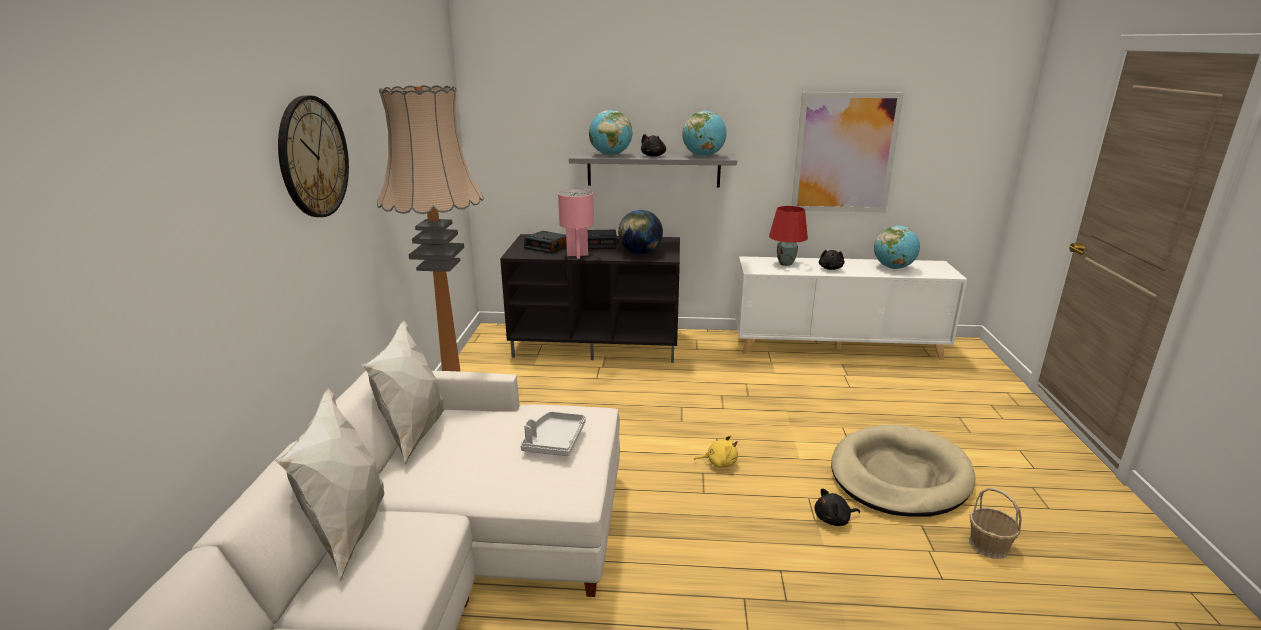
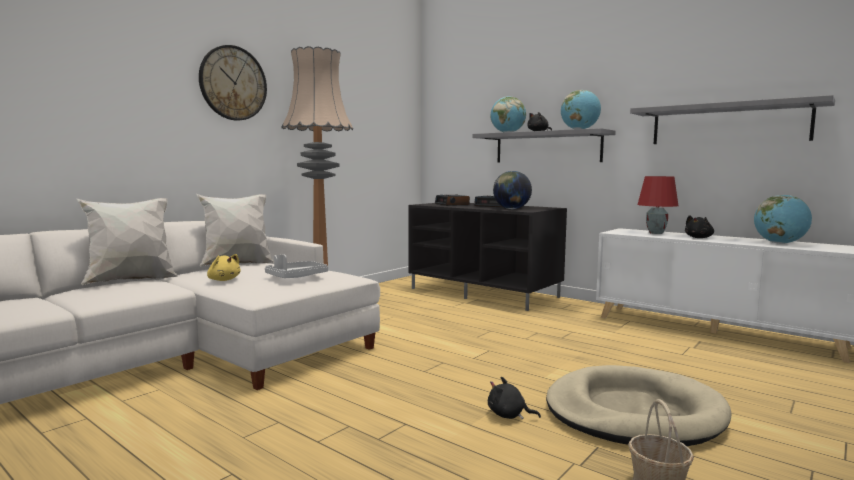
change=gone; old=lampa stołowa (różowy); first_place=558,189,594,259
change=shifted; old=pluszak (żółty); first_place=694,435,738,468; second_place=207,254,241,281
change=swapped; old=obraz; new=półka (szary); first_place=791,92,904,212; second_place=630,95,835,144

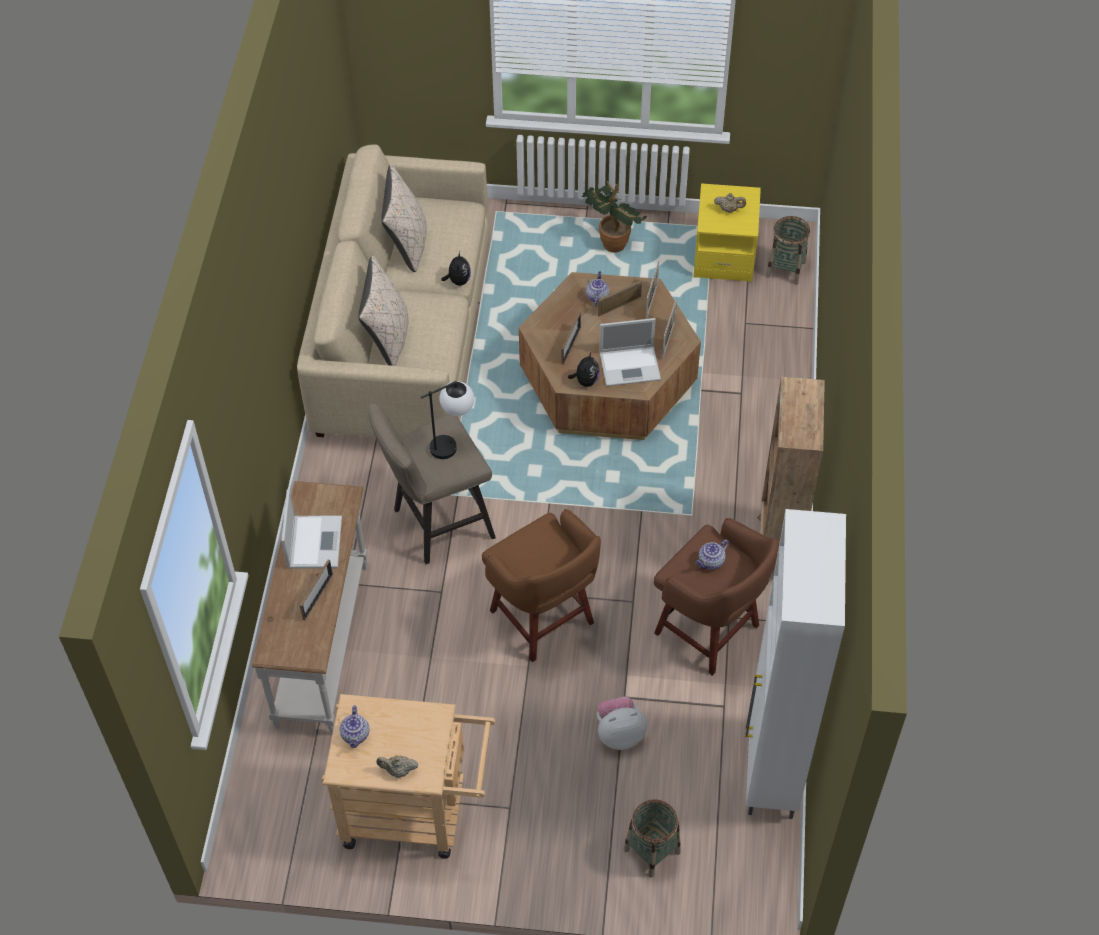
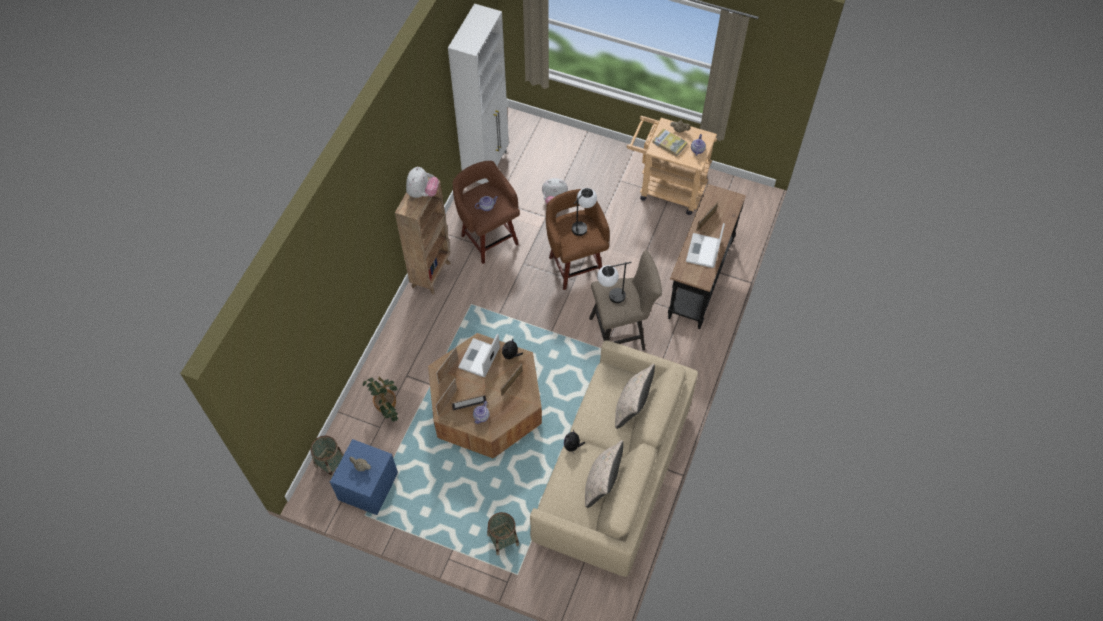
change=new; new=pluszak; second_place=406,167,439,198
change=new; new=lampa stołowa; second_place=572,188,597,236
change=new; new=książka; second_place=653,129,688,157
change=shifted; old=roślina doniczkowa; first_place=582,181,647,253; second_place=363,376,398,422
change=shifted; old=koszyk; first_place=624,799,681,878; second_place=487,512,519,555
change=repainted; old=stolik konsolowy (biały); new=stolik konsolowy (czarny); first_place=252,481,368,735; second_place=668,184,746,329
change=repainted; old=szafka nocna (żółty); new=szafka nocna (niebieski); first_place=693,183,761,282; second_place=330,439,398,515
change=rotated; old=laptop; first_place=599,318,661,386; second_place=458,334,500,377; degrees=-75

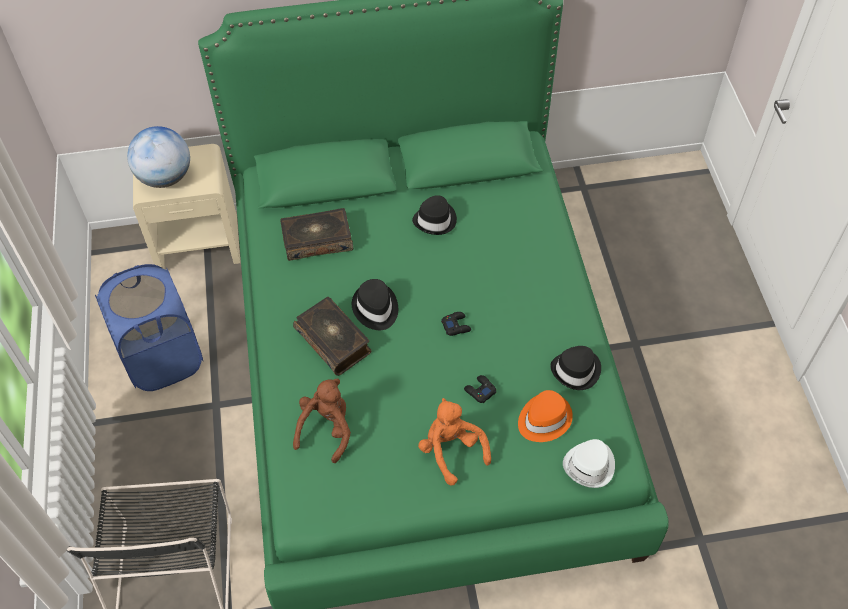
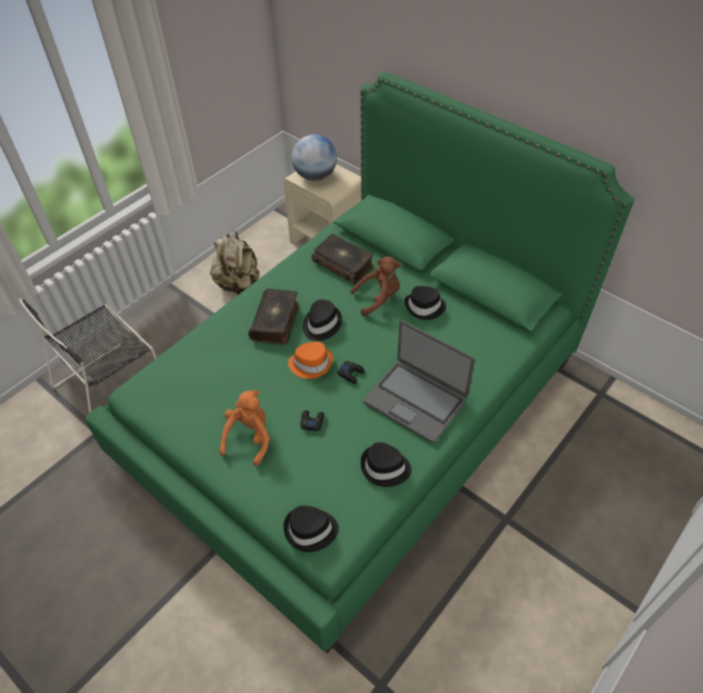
change=new; new=laptop; second_place=363,320,475,443
change=shifted; old=pluszak (brązowy); first_place=293,378,351,463; second_place=350,257,401,316
change=shifted; old=kapelusz (pomarańczowy); first_place=518,390,573,442; second_place=288,342,333,379
change=swapped; old=kosz na pranie (niebieski); new=plecak (beżowy); first_place=95,264,203,391; second_place=210,231,260,296
change=repainted; old=kapelusz (biały); new=kapelusz (czarny); first_place=563,439,615,488; second_place=284,505,339,552

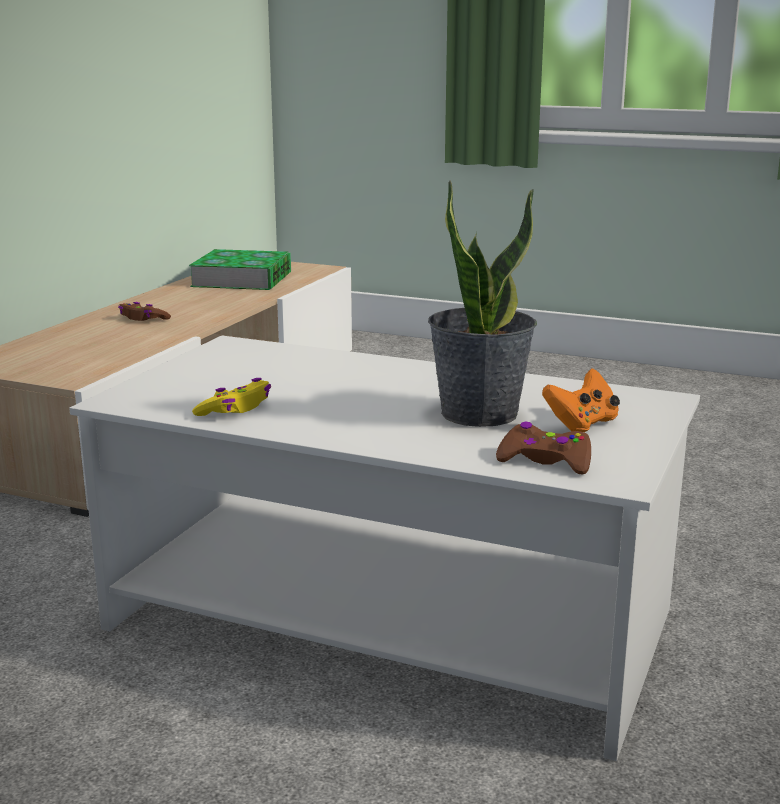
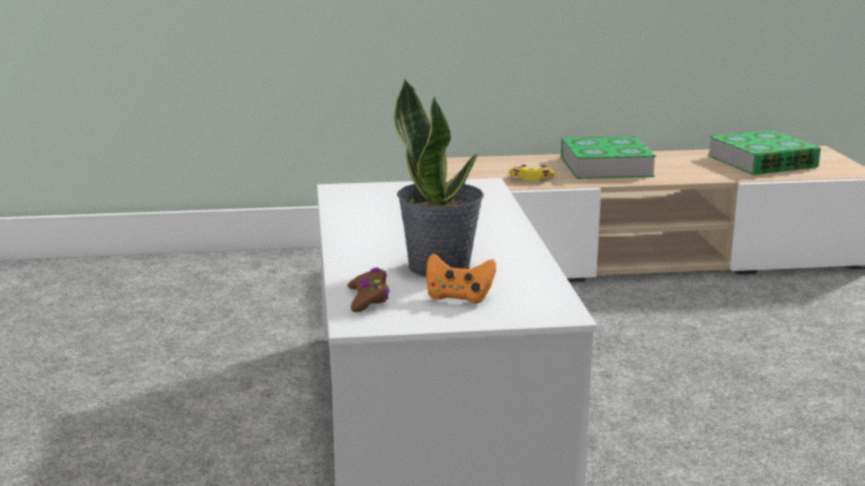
change=shifted; old=pad do gier (żółty); first_place=192,378,271,416; second_place=509,165,555,181
change=swapped; old=pad do gier (brązowy); new=książka; first_place=118,302,171,321; second_place=561,137,656,179

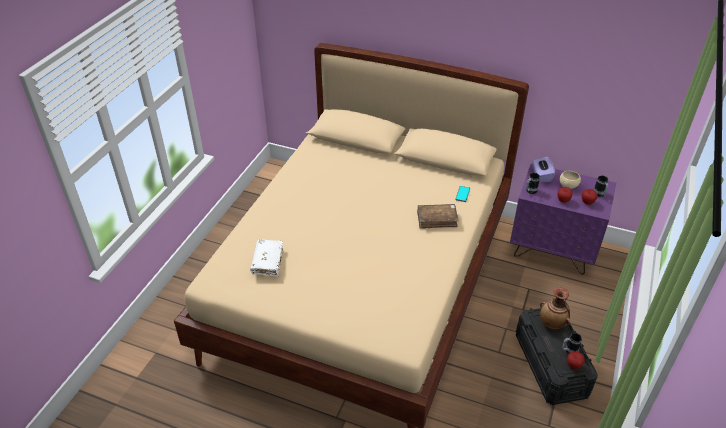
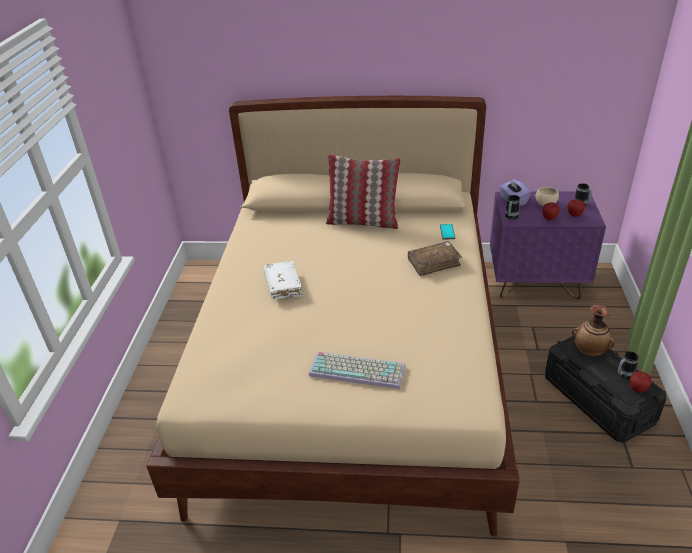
change=new; new=klawiatura; second_place=309,351,405,389
change=new; new=poduszka; second_place=326,154,401,229
change=shifted; old=książka (biały); first_place=250,239,283,277; second_place=263,261,303,299

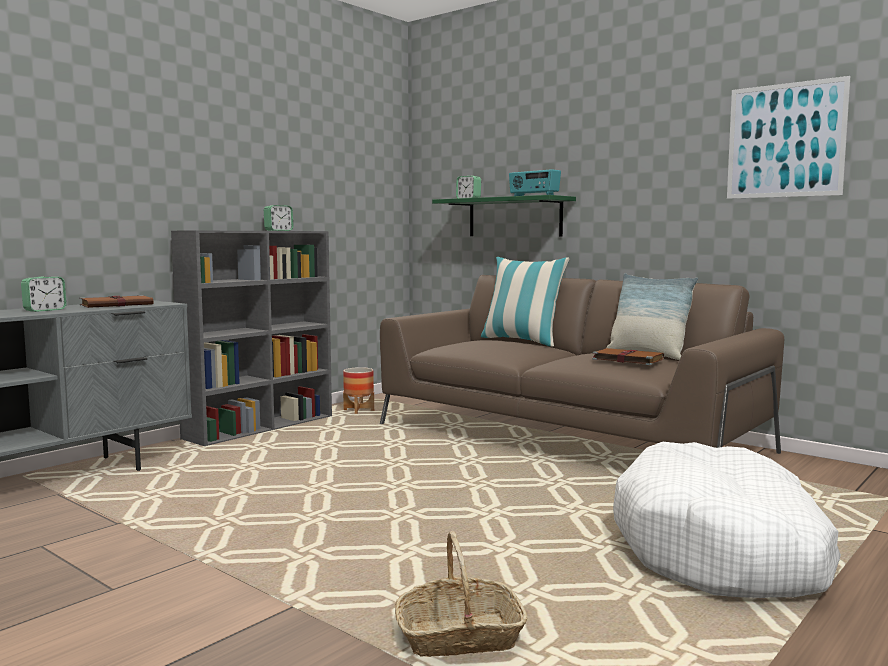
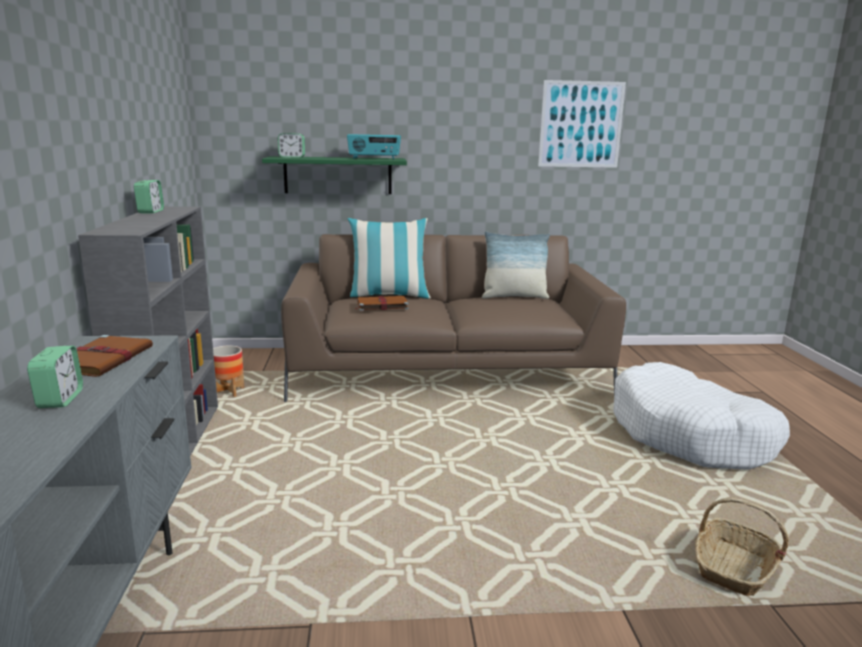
change=shifted; old=książka (brązowy); first_place=591,348,664,365; second_place=355,296,409,311

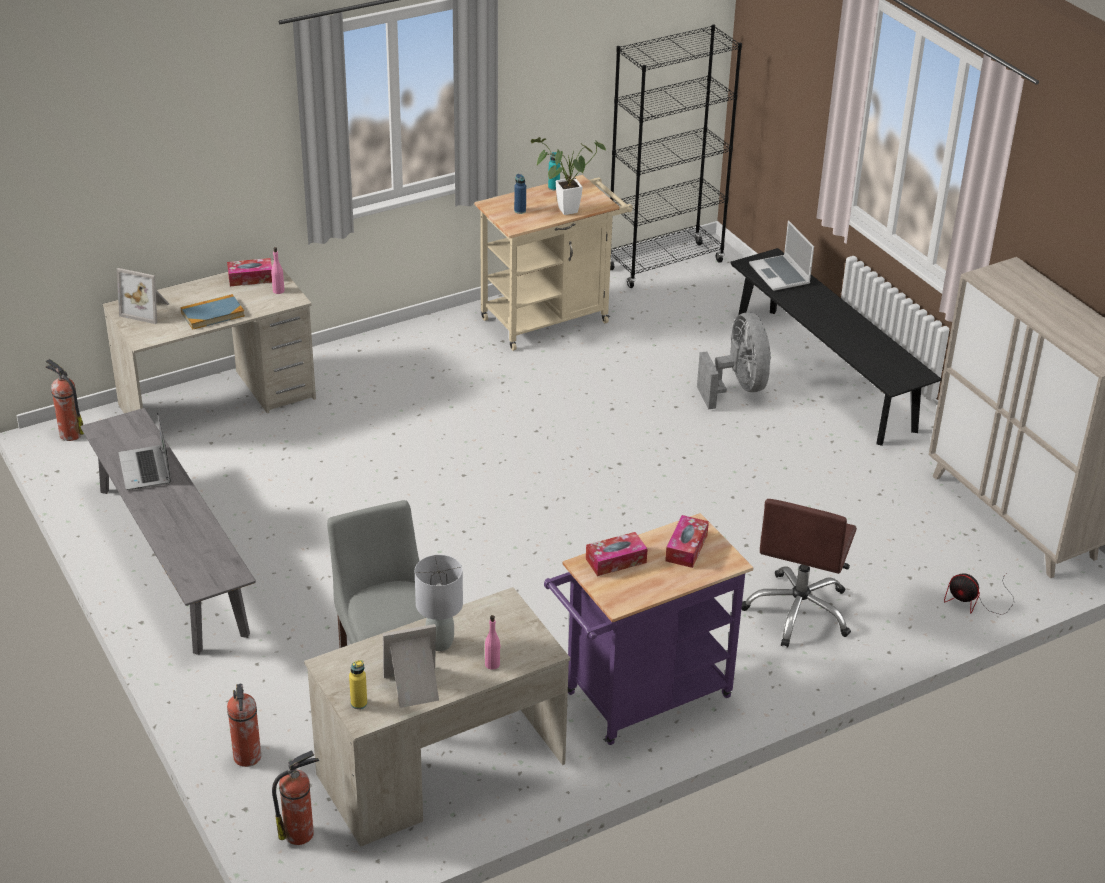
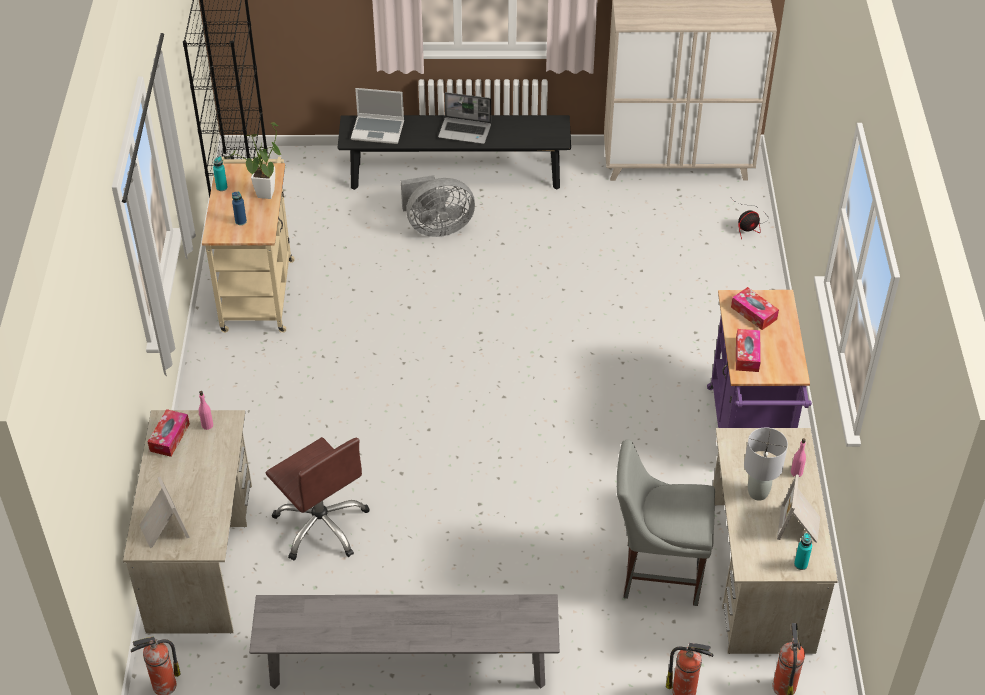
change=gone; old=książka; first_place=181,294,245,330
change=shifted; old=laptop; first_place=119,412,171,490; second_place=438,92,491,144
change=shifted; old=krzesło biurowe (brązowy); first_place=742,499,857,648; second_place=266,437,370,561
change=repainted; old=butelka (żółty); new=butelka (turkusowy); first_place=349,660,367,709; second_place=794,533,812,570
change=rotated; old=ramka na zdjęcie; first_place=117,268,169,324; second_place=140,477,190,548; degrees=-75
change=rotated; old=wentylator (szary); first_place=697,312,771,409; second_place=401,175,475,237; degrees=150

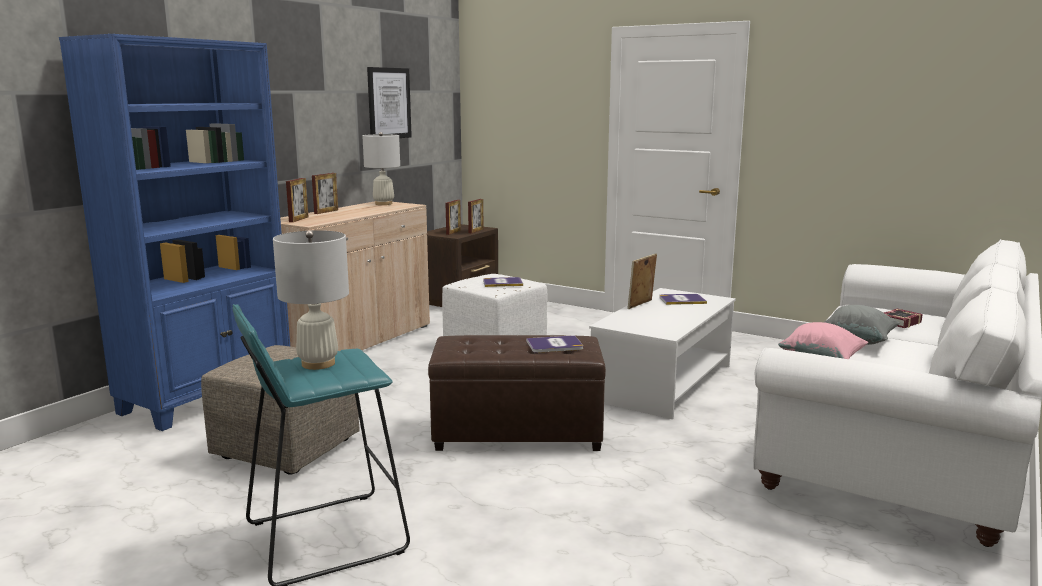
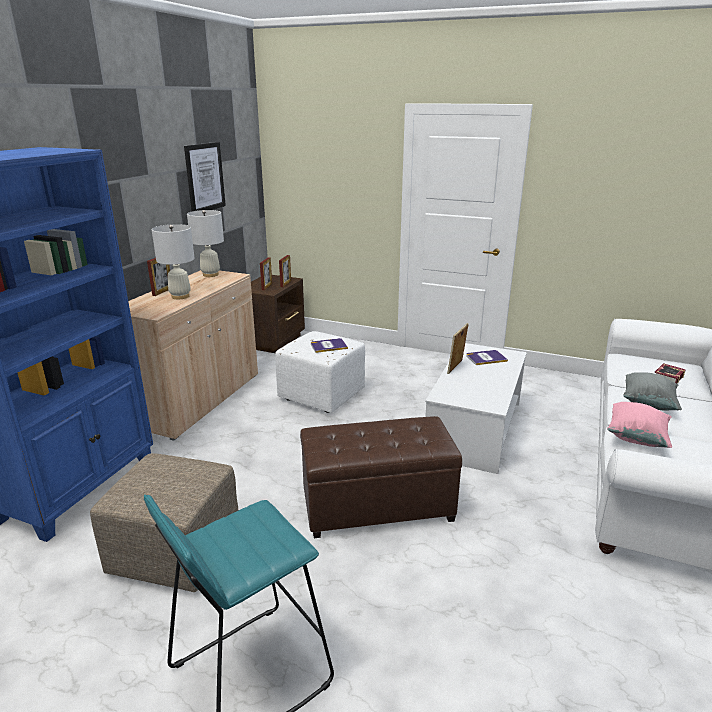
change=gone; old=ramka na zdjęcie; first_place=286,178,308,222
change=gone; old=książka; first_place=526,335,583,353
change=shifted; old=lampa stołowa (biały); first_place=273,230,349,370; second_place=152,224,195,299

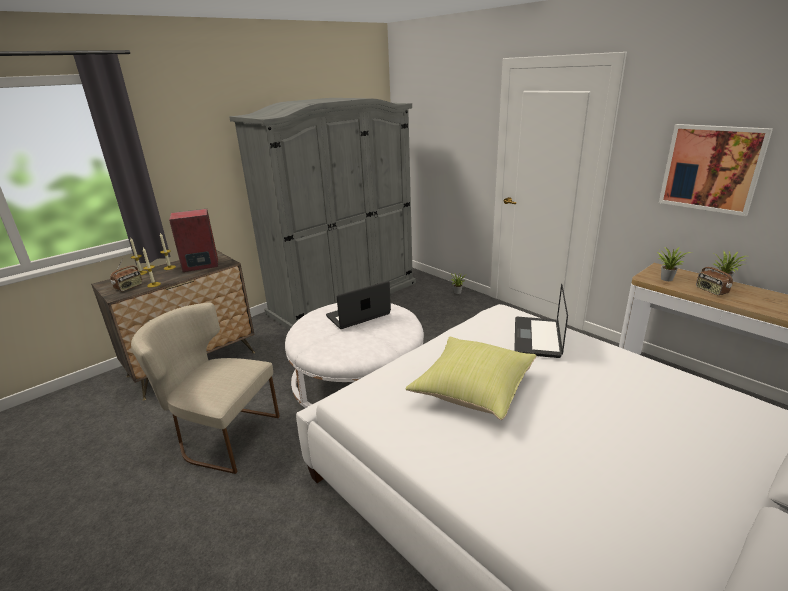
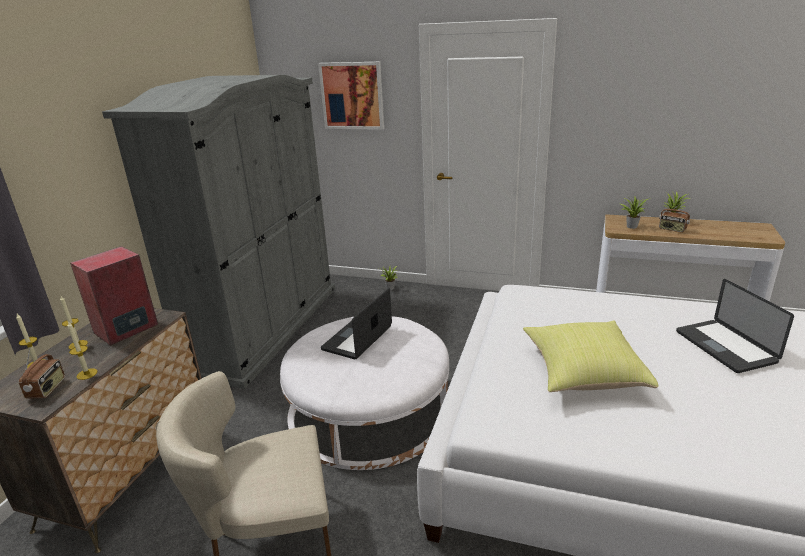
change=shifted; old=laptop; first_place=514,283,568,358; second_place=676,279,794,373
change=shifted; old=obraz; first_place=659,124,773,216; second_place=318,62,384,130

